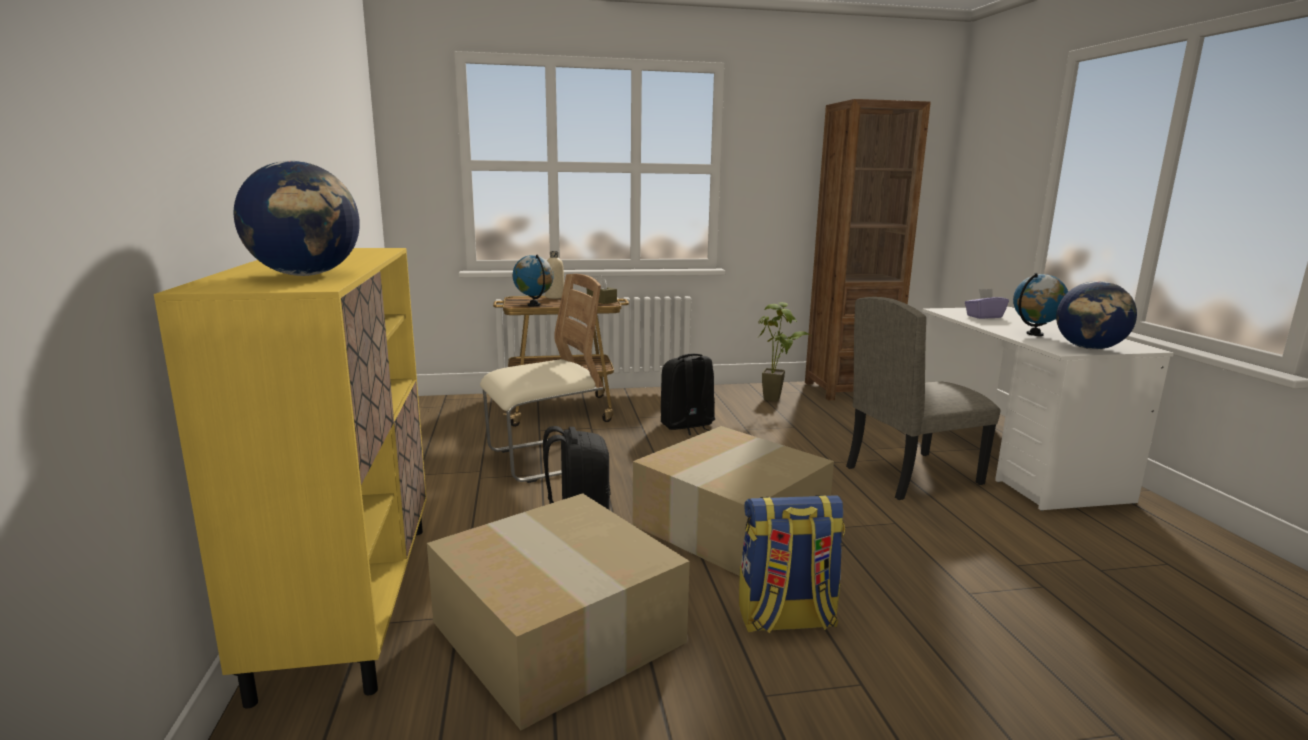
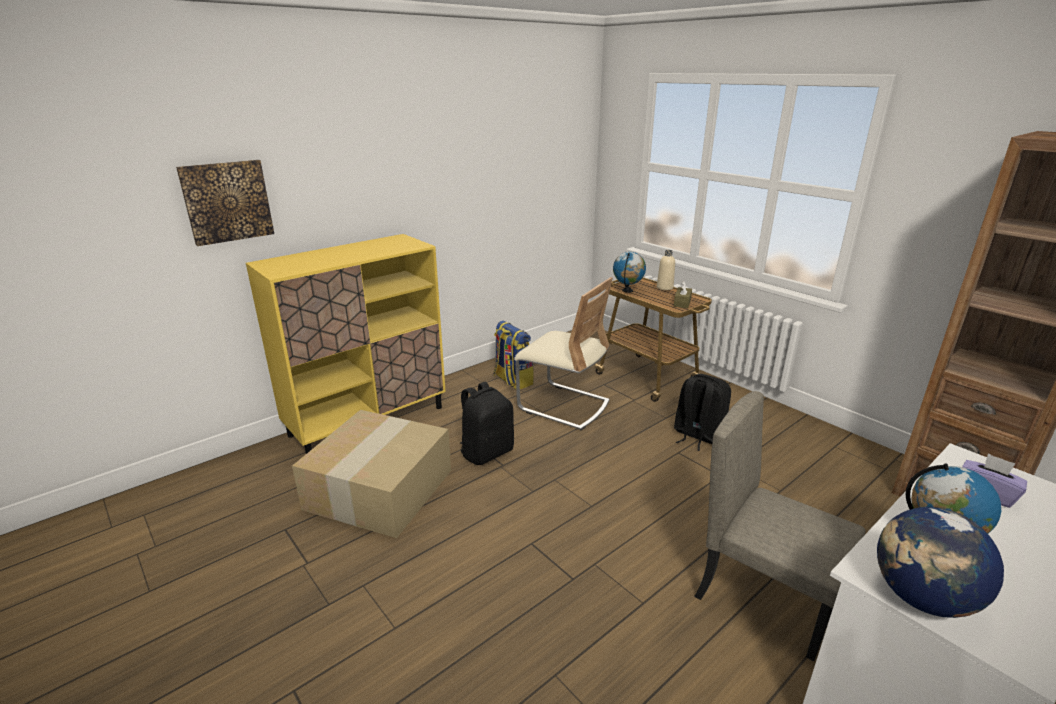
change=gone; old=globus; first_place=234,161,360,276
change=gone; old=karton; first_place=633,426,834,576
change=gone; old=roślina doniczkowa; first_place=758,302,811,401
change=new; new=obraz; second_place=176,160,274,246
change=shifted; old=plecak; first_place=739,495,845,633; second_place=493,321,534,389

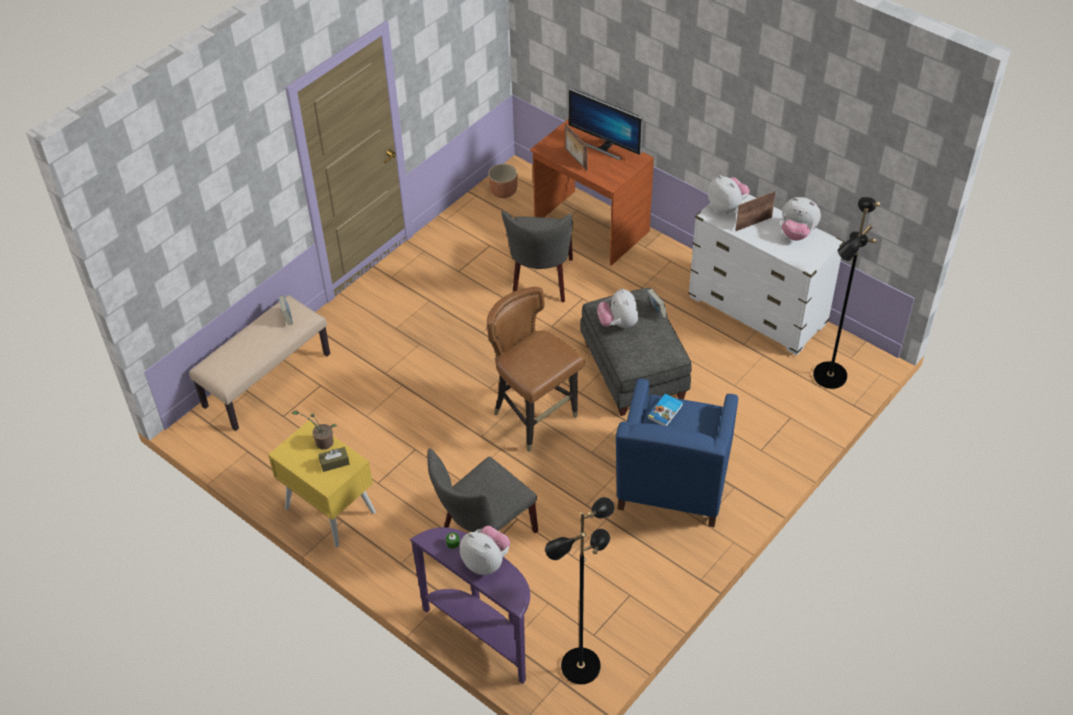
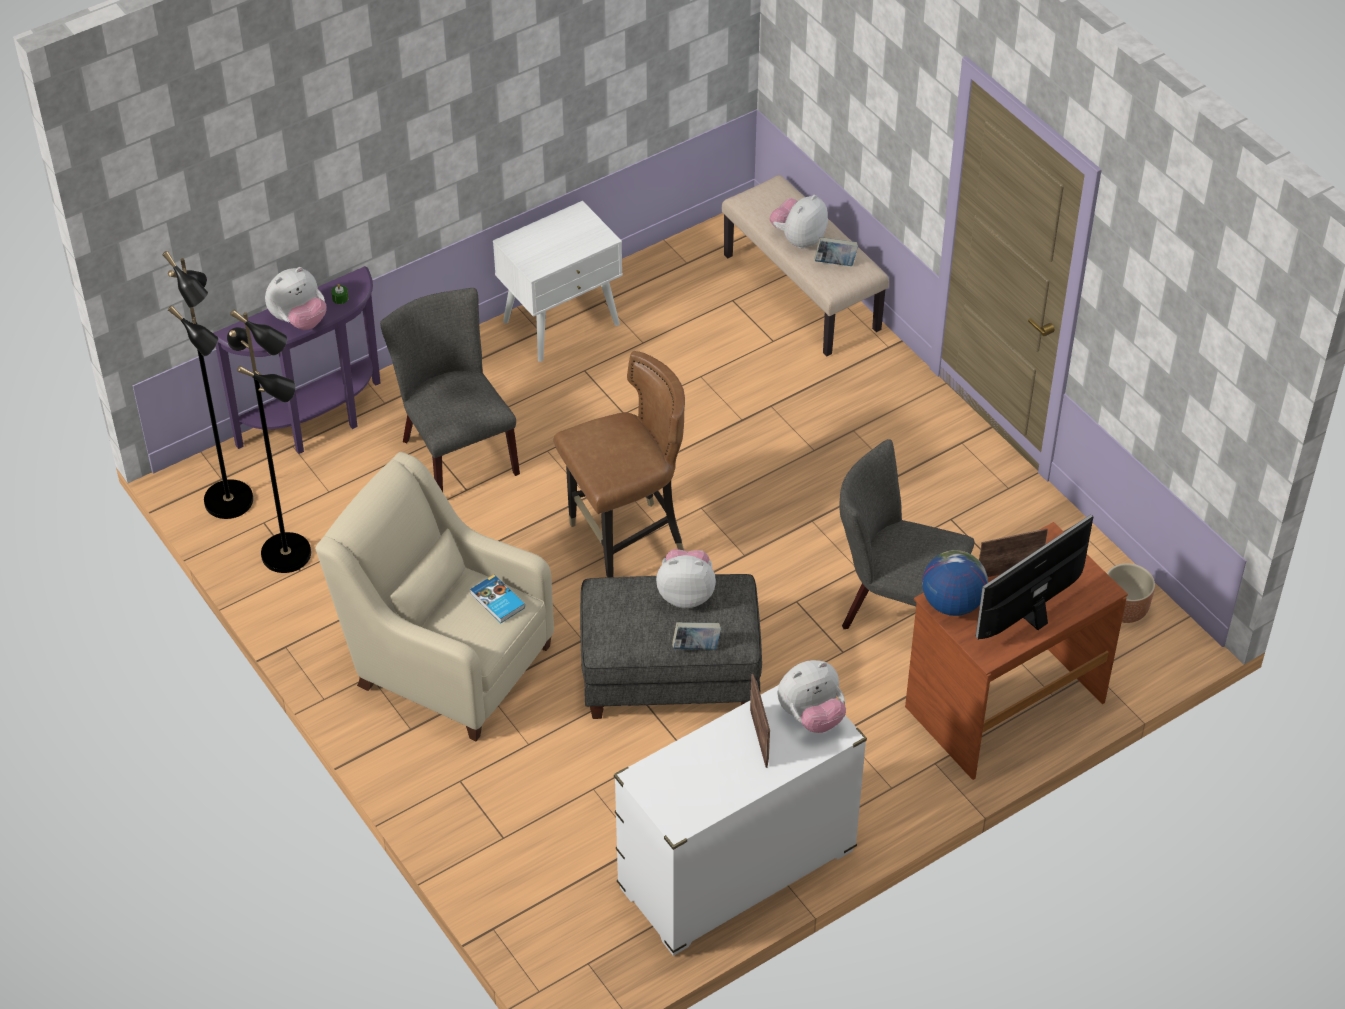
change=gone; old=roślina doniczkowa; first_place=291,410,337,450
change=gone; old=pudełko chusteczek (brązowy); first_place=318,447,350,472
change=new; new=globus; second_place=922,550,988,616
change=shifted; old=pluszak; first_place=781,197,821,241; second_place=770,195,828,249
change=shifted; old=lampa stojąca (czarny); first_place=813,197,880,389; second_place=227,310,311,573
change=repainted; old=szafka nocna (żółty); new=szafka nocna (biały); first_place=268,420,376,547; second_place=493,201,623,362
change=repainted; old=fotel (niebieski); new=fotel (beżowy); first_place=616,379,738,527; second_place=315,452,554,741

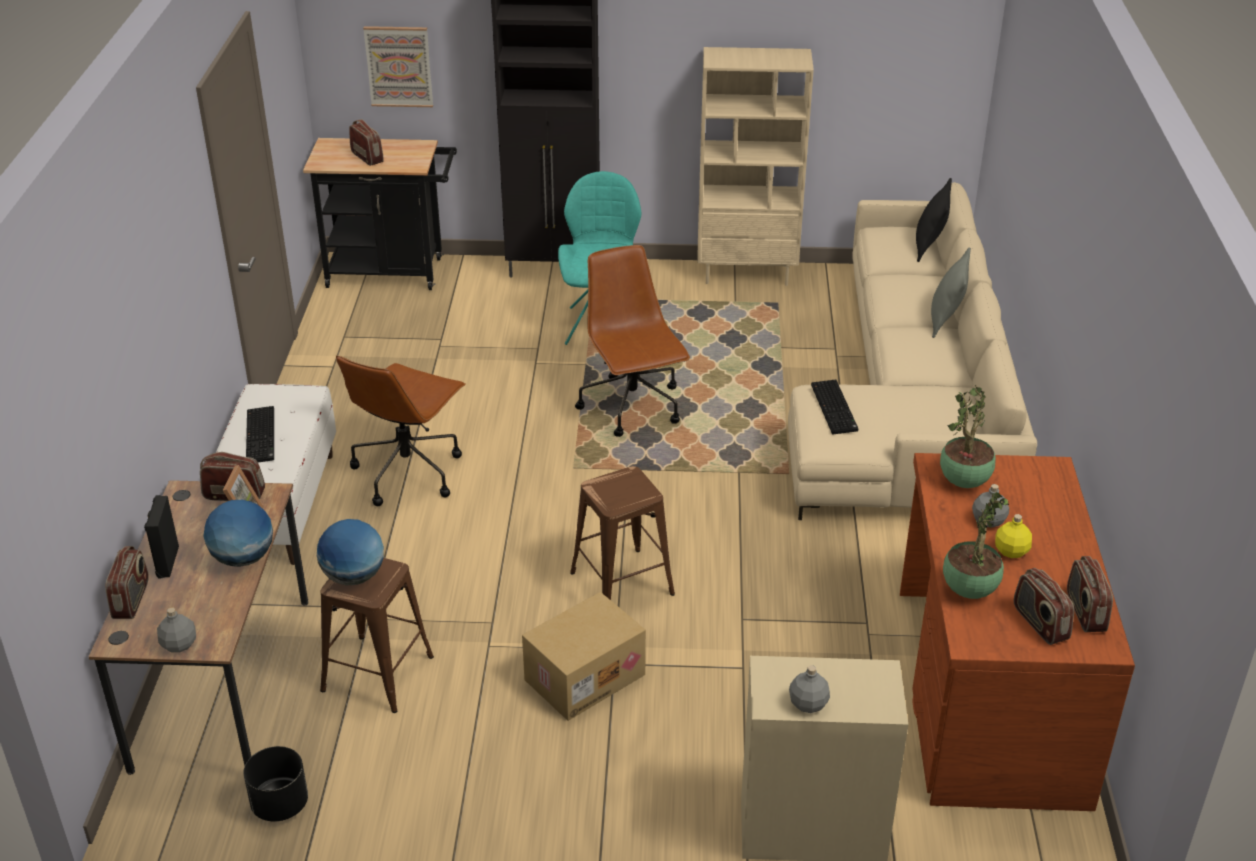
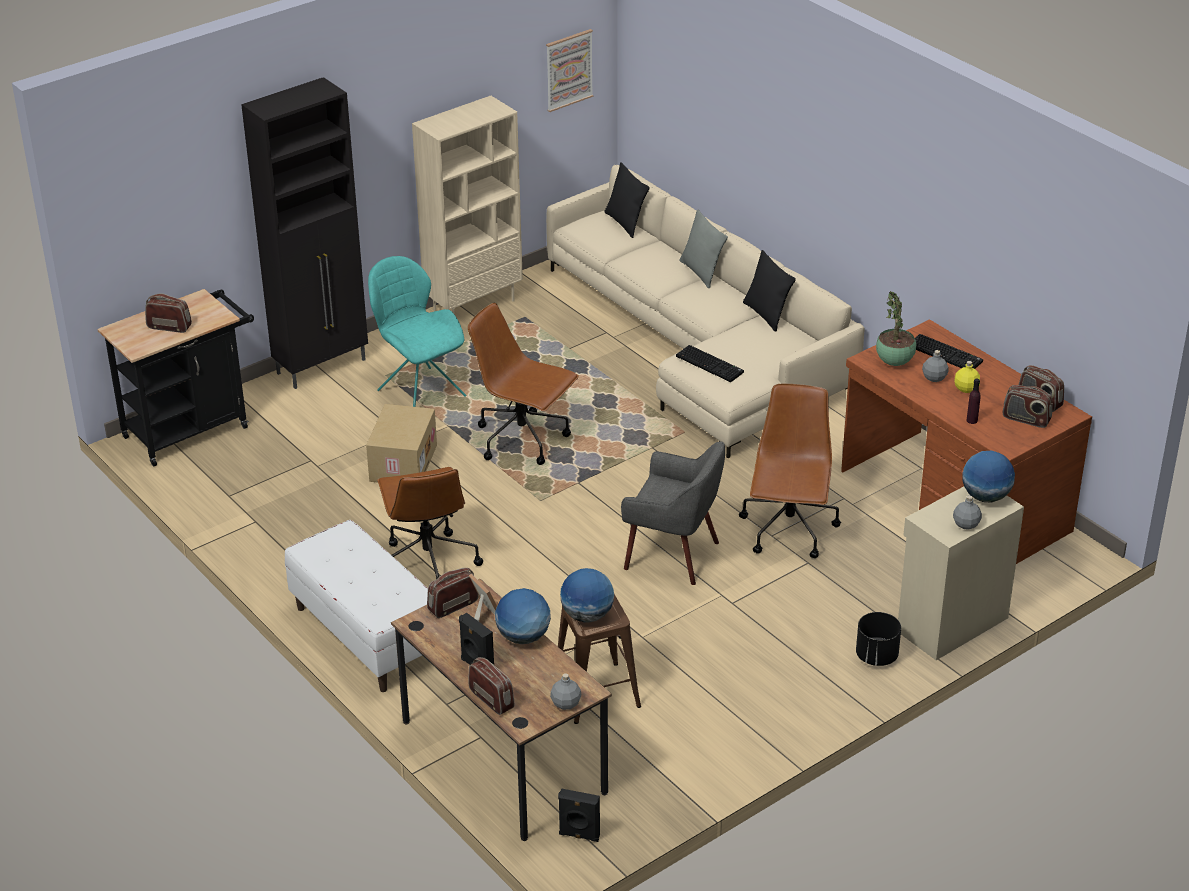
change=new; new=głośnik (czarny); second_place=558,788,600,842
change=new; new=krzesło biurowe (brązowy); second_place=739,384,841,558
change=new; new=poduszka (czarny); second_place=743,250,796,331
change=new; new=globus; second_place=962,451,1015,503
change=shifted; old=donica (czarny); first_place=243,746,308,822; second_place=856,612,901,666
change=shifted; old=klawiatura; first_place=246,406,274,462; second_place=915,334,983,369
change=shifted; old=obraz; first_place=363,26,433,107; second_place=546,29,593,112
change=shifted; old=karton; first_place=522,592,646,721; second_place=366,404,437,483
change=swapped; old=stołek (brązowy); new=fotel (szary); first_place=570,466,675,600; second_place=621,441,725,585
change=swapped; old=roślina doniczkowa; new=butelka (fioletowy); first_place=943,492,1009,599; second_place=966,379,981,424

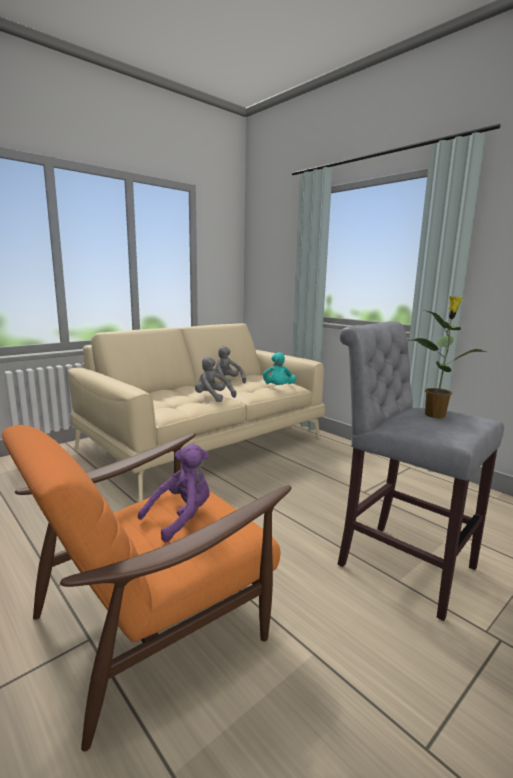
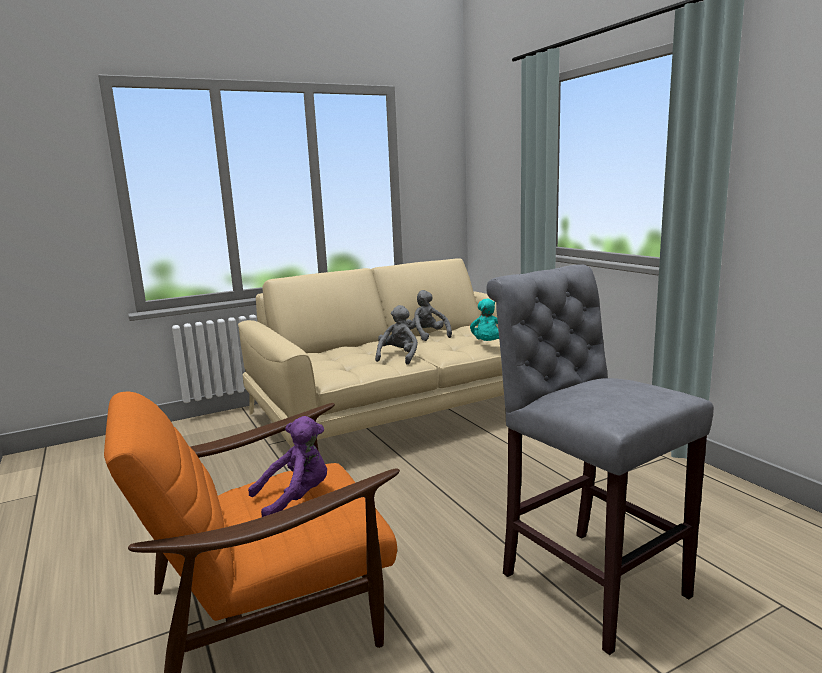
change=gone; old=roślina doniczkowa; first_place=411,296,487,419
change=rotated; old=pluszak (szary); first_place=195,356,236,402; second_place=375,305,418,365; degrees=60

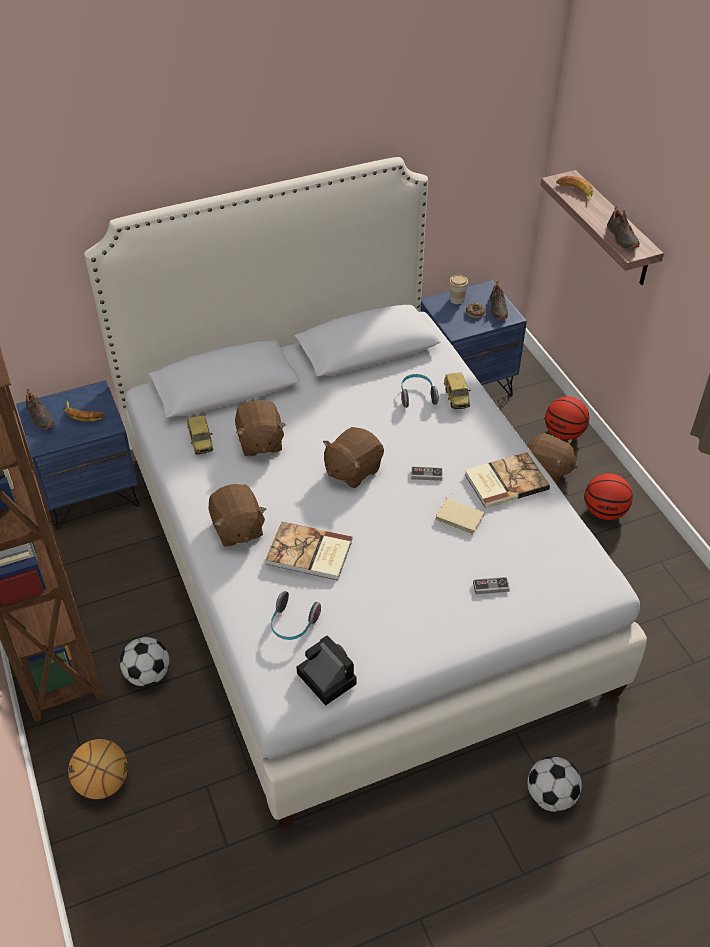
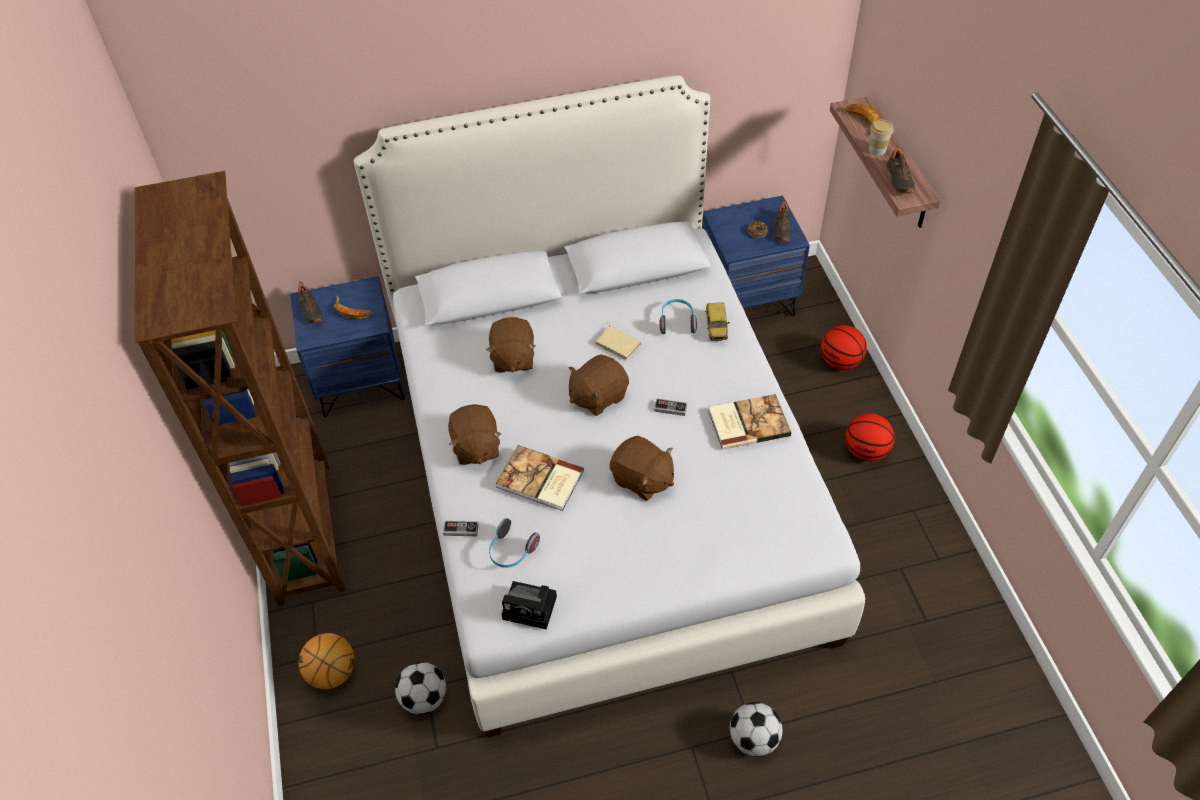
change=gone; old=samochodzik; first_place=187,415,213,454
change=shifted; old=piłka futbolowa; first_place=120,637,169,686; second_place=395,662,446,714
change=shifted; old=książka (beżowy); first_place=435,493,485,534; second_place=595,321,641,361
change=shifted; old=filiżanka; first_place=449,275,468,304; second_place=869,119,894,155
change=shifted; old=pad do gier; first_place=473,577,510,594; second_place=443,521,479,536
change=shifted; old=pluszak (brązowy); first_place=527,433,578,483; second_place=610,436,674,501
change=rotated; old=aparat fotograficzny; first_place=296,635,357,706; second_place=502,581,557,630; degrees=135

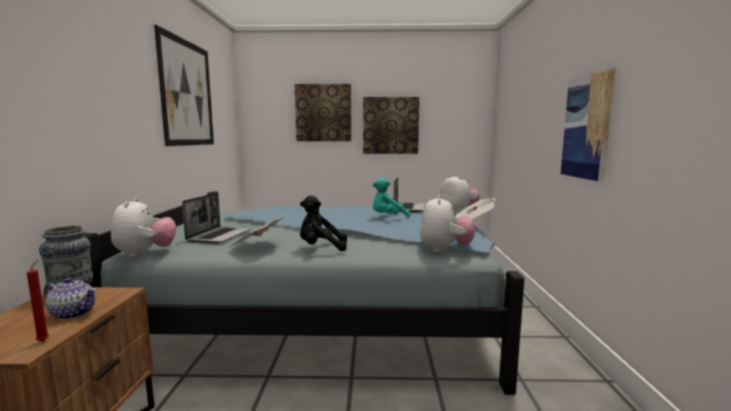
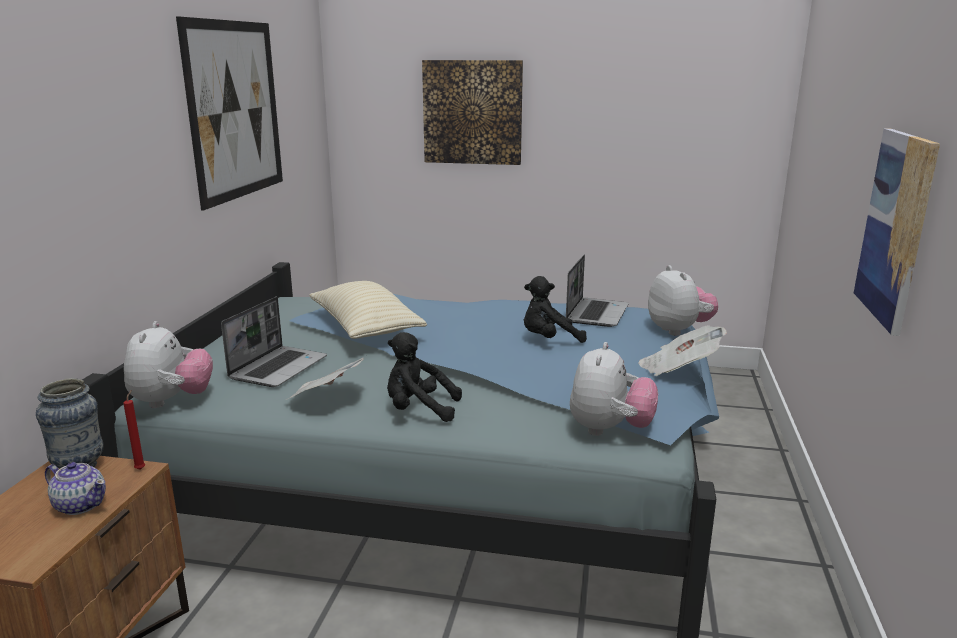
change=gone; old=obraz; first_place=363,97,419,154
change=new; new=poduszka (beżowy); second_place=309,281,427,339
change=shifted; old=świeca (czerwony); first_place=27,260,49,342; second_place=123,390,145,470
change=repainted; old=pluszak (turkusowy); new=pluszak (czarny); first_place=373,178,410,217; second_place=524,276,587,343

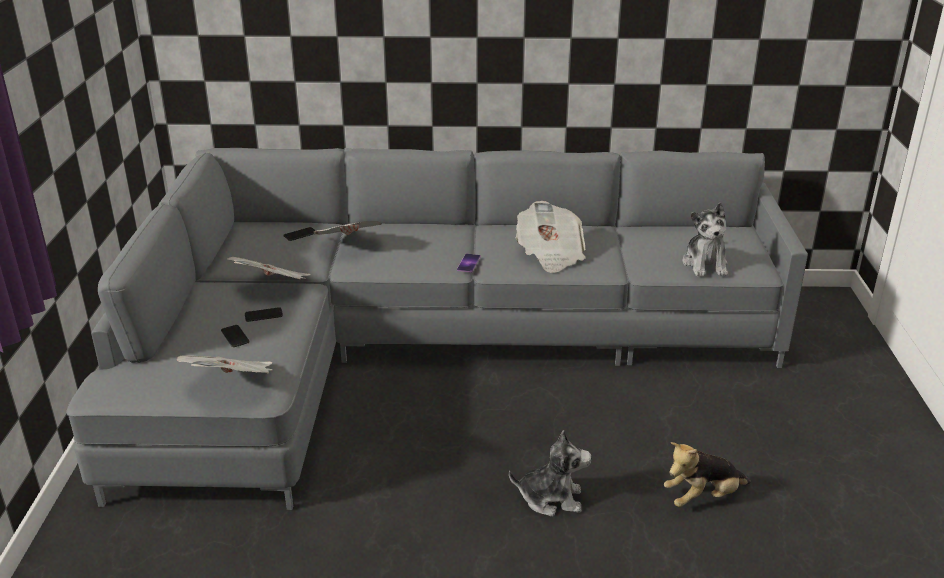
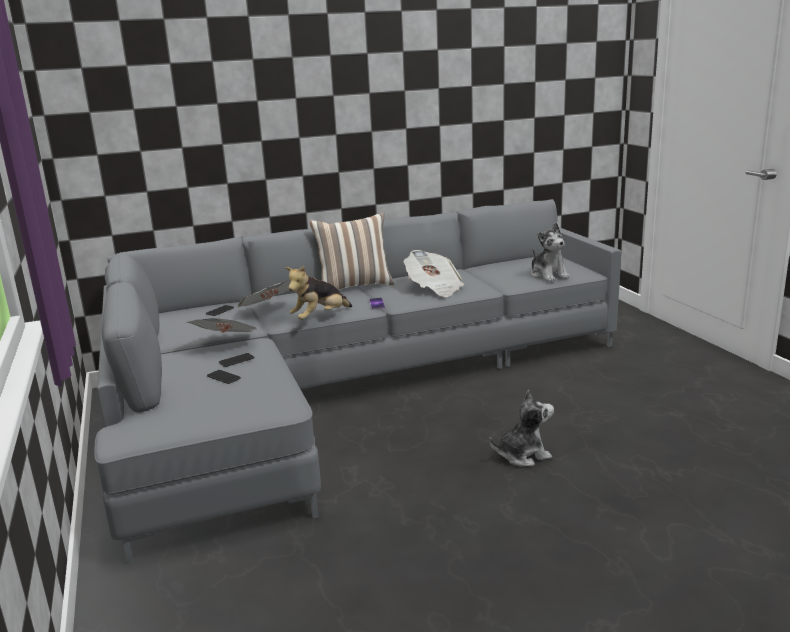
change=gone; old=gazeta; first_place=177,355,273,373
change=new; new=poduszka; second_place=310,213,394,290
change=shifted; old=pluszak; first_place=664,442,750,507; second_place=285,265,352,320

